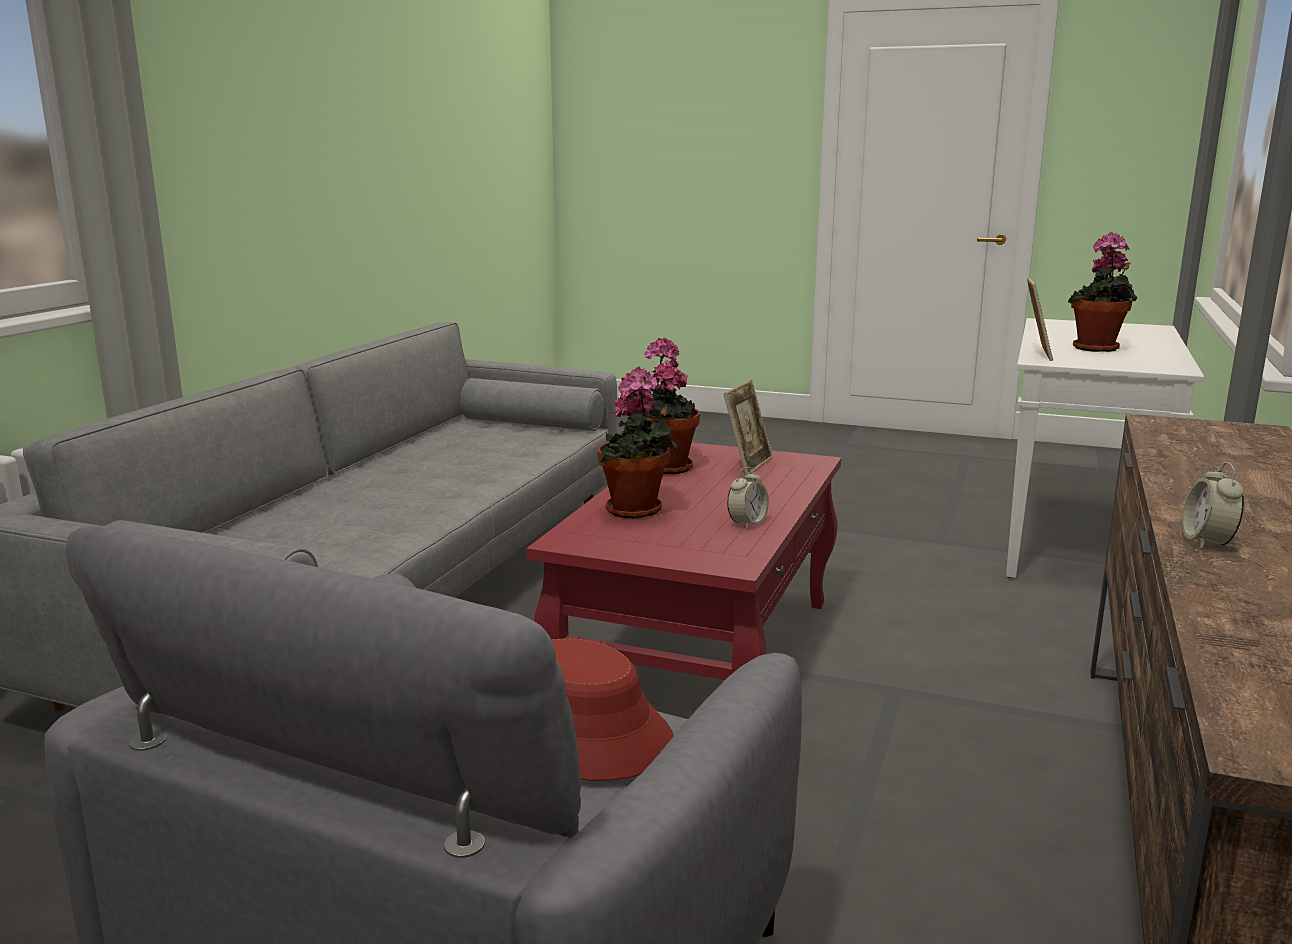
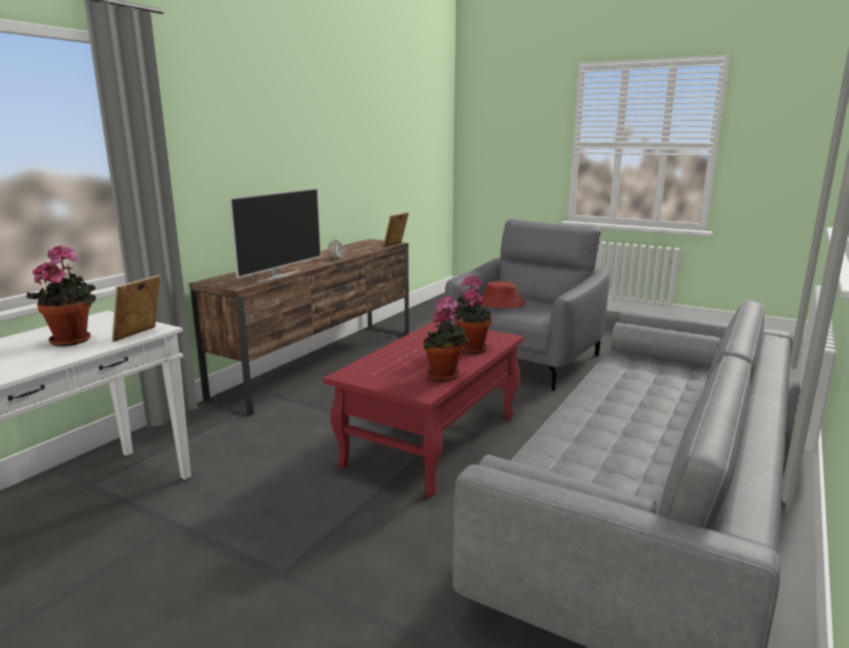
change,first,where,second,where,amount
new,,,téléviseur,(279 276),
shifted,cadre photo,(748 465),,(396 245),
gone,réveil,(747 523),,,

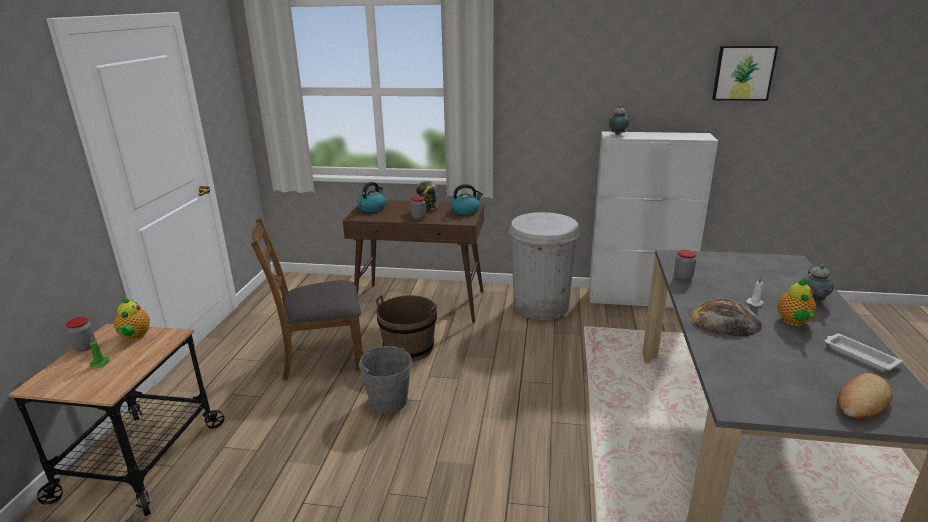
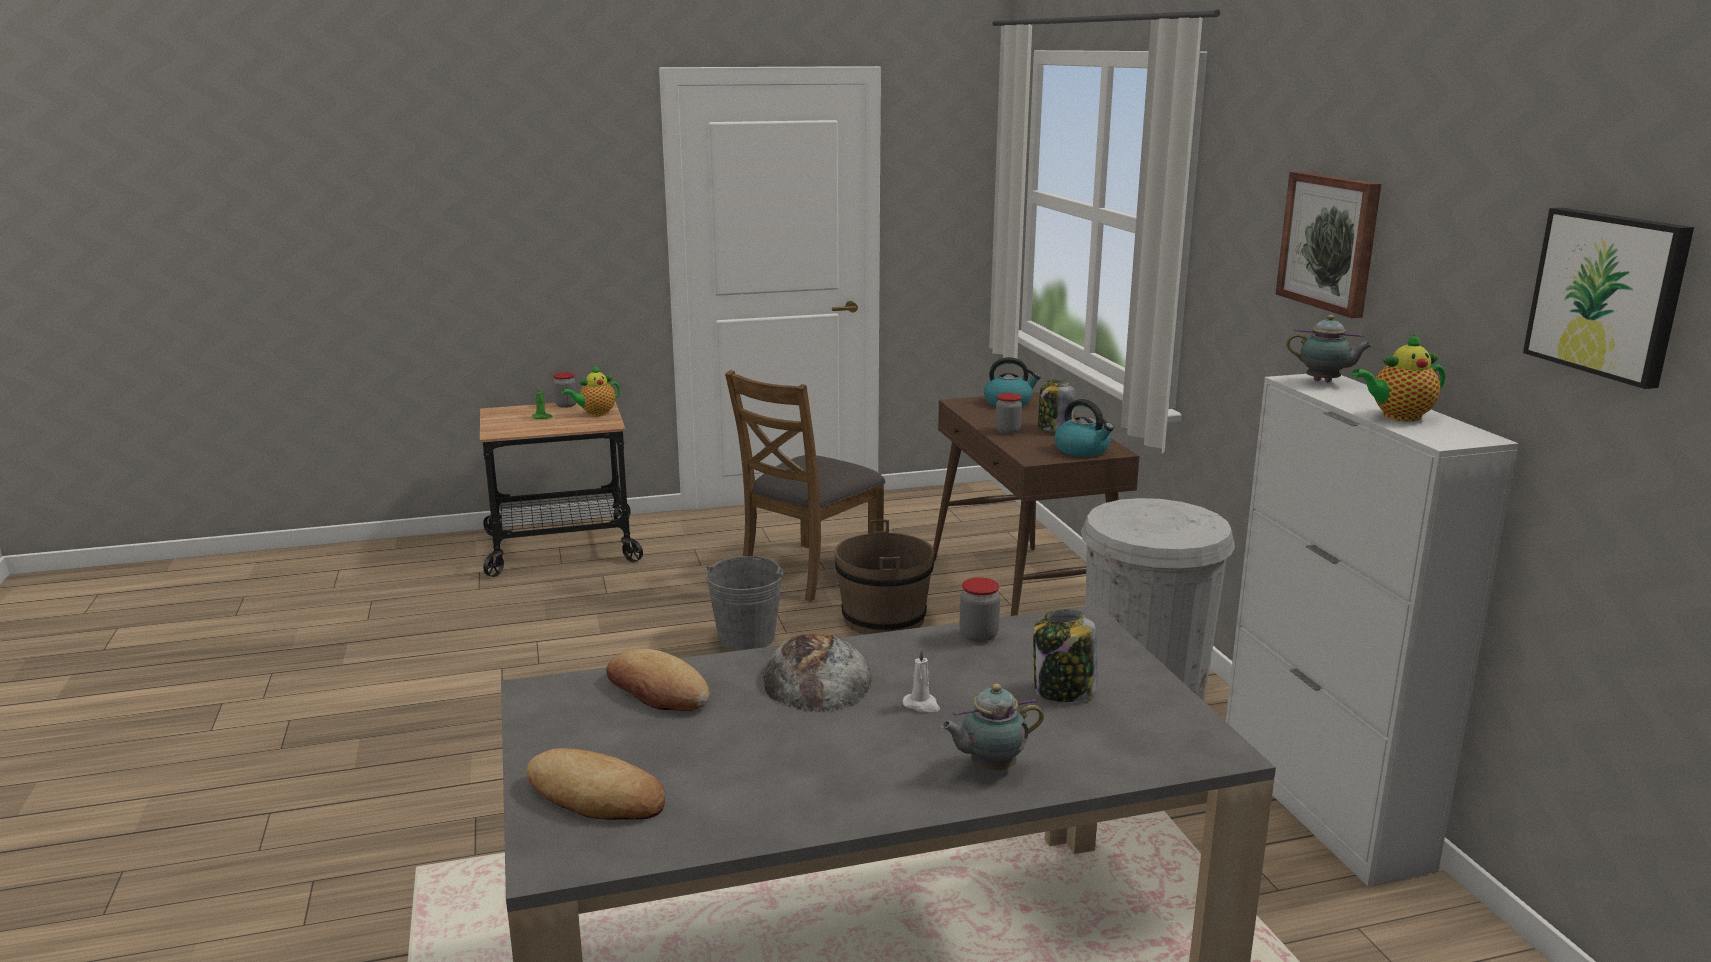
change,first,where,second,where,amount
new,,,pain,(658 691),
rotated,chaise/marron,(321 357),,(809 571),105 degrees counterclockwise
new,,,bocal,(1063 691),
new,,,tableau,(1330 242),
shifted,théière,(794 322),,(1397 416),
gone,plateau/blanc,(859 355),,,

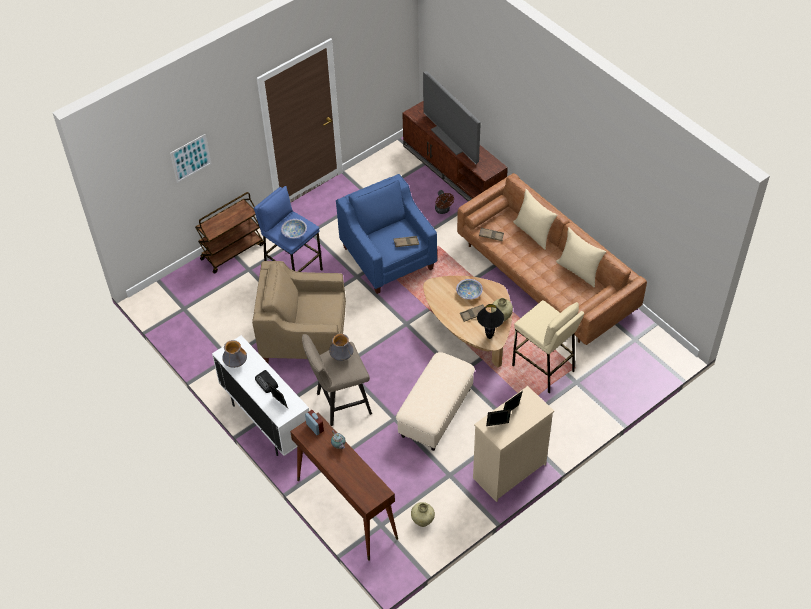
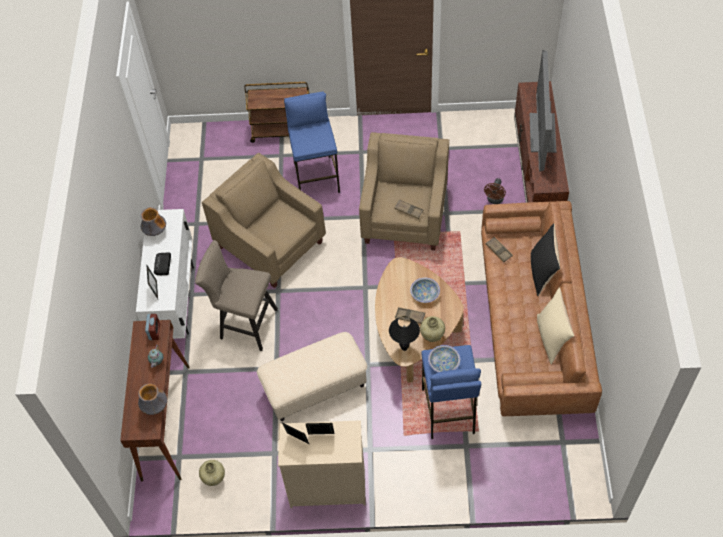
change,first,where,second,where,amount
shifted,vase,(341 357),,(155 407),
repainted,fauteuil/bleu,(388 258),fauteuil/beige,(405 215),
repainted,tabouret/beige,(543 368),tabouret/bleu,(448 411),
shifted,bol,(294 233),,(444 363),
repainted,coussin/beige,(533 232),coussin/noir,(542 272),
gone,tableau,(190 158),,,

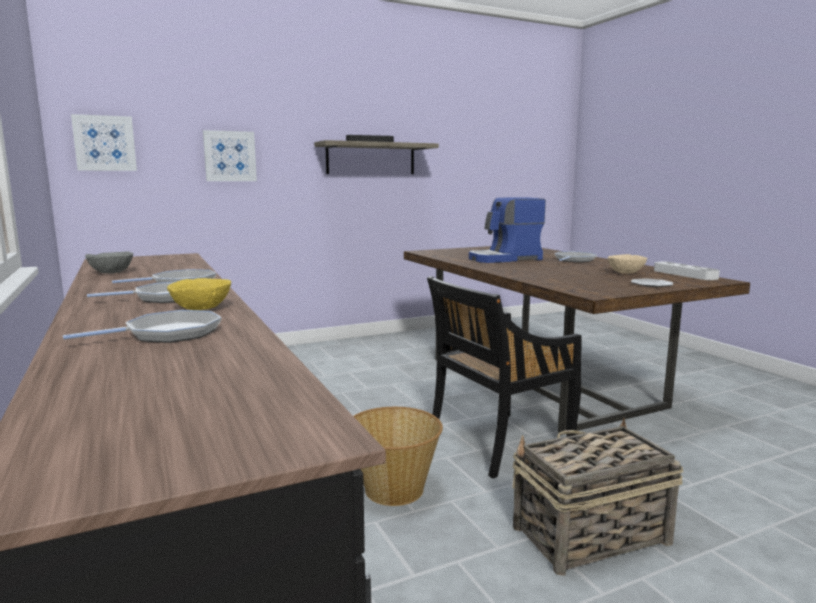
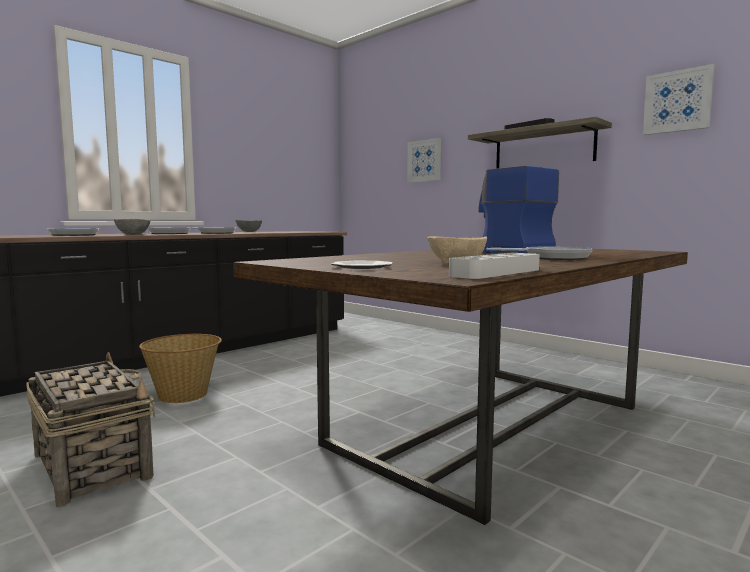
change,first,where,second,where,amount
repainted,bol/jaune,(202 309),bol/gris,(132 234),
shifted,tableau,(105 143),,(677 101),
gone,chaise/noir,(497 443),,,

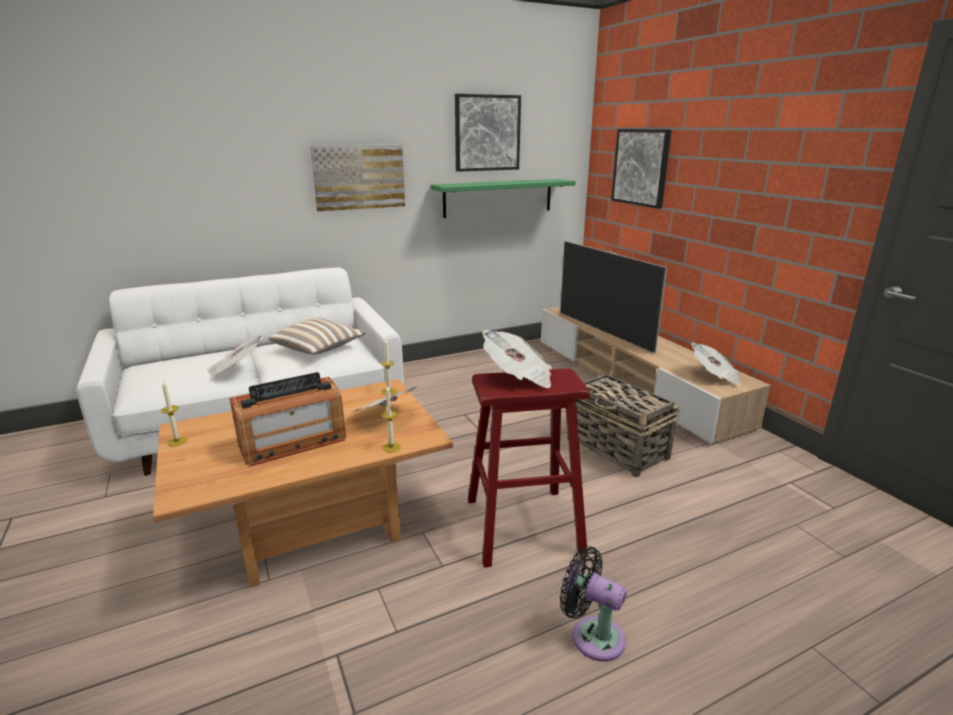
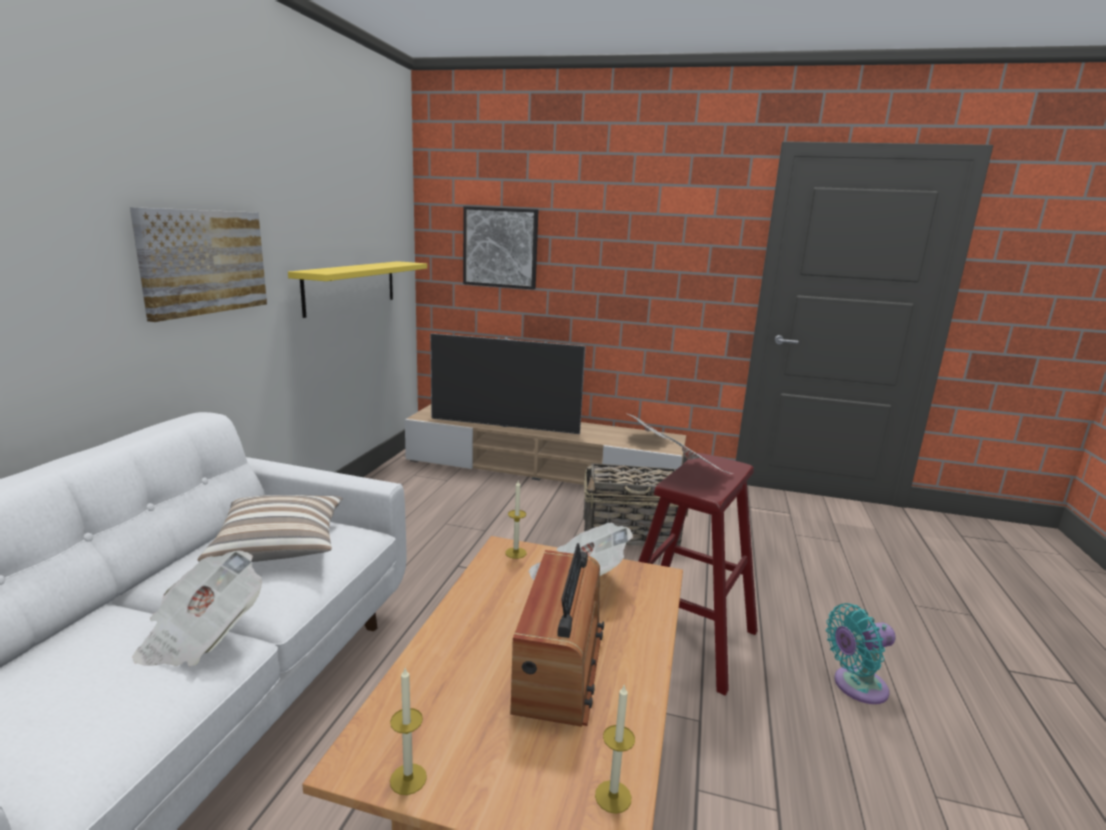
change,first,where,second,where,amount
repainted,étagère/vert,(498 197),étagère/jaune,(351 286),
shifted,bougie,(391 447),,(613 796),
repainted,ventilateur/noir,(592 635),ventilateur/turquoise,(855 686),
gone,tableau,(487 133),,,

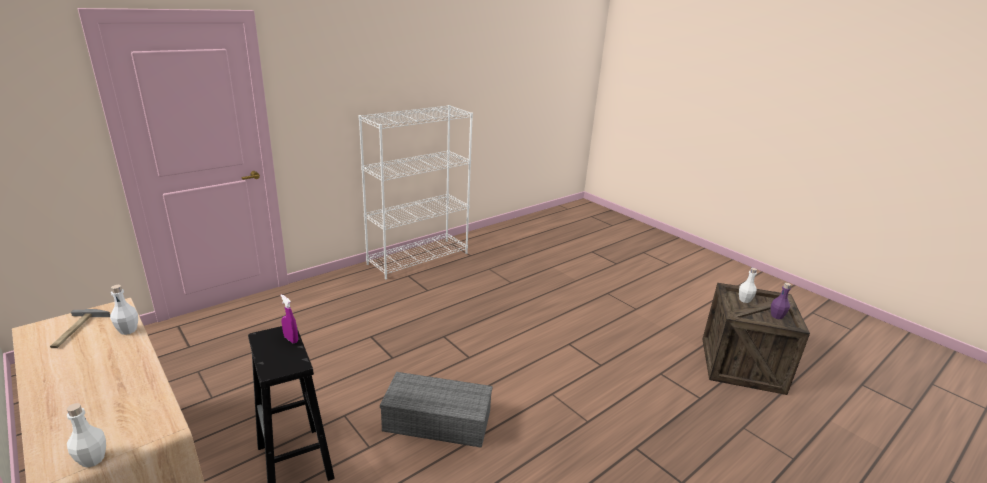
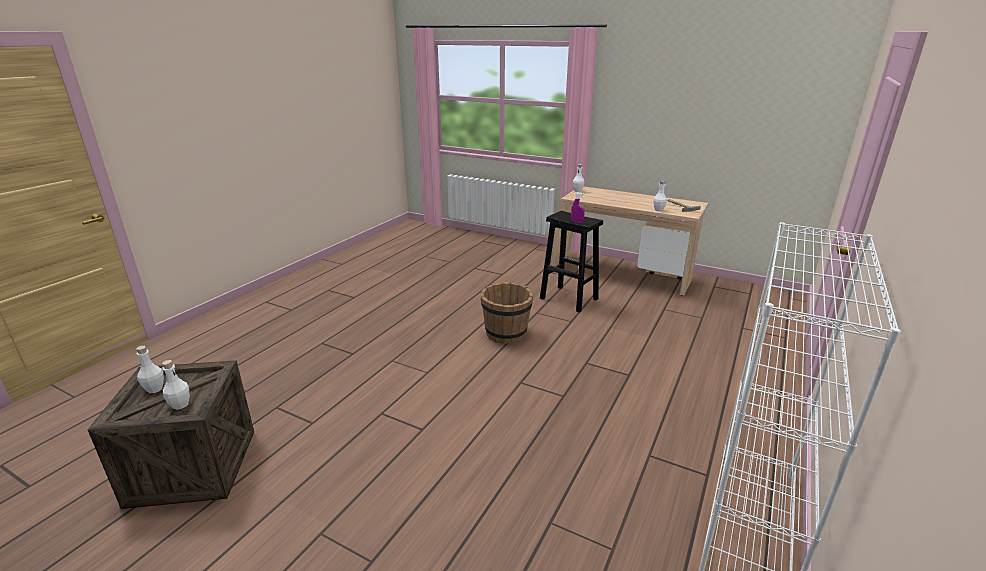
change,first,where,second,where,amount
repainted,bouteille/violet,(776 316),bouteille/blanc,(155 389),
swapped,boîte de rangement/gris,(439 420),seau/marron,(506 334),

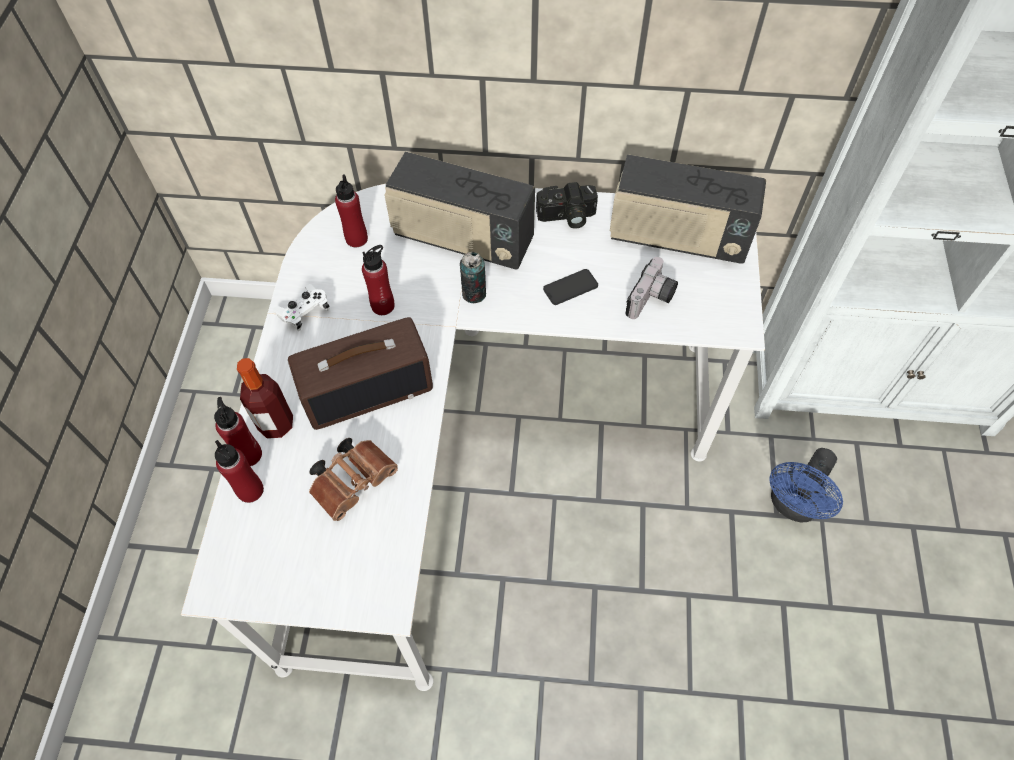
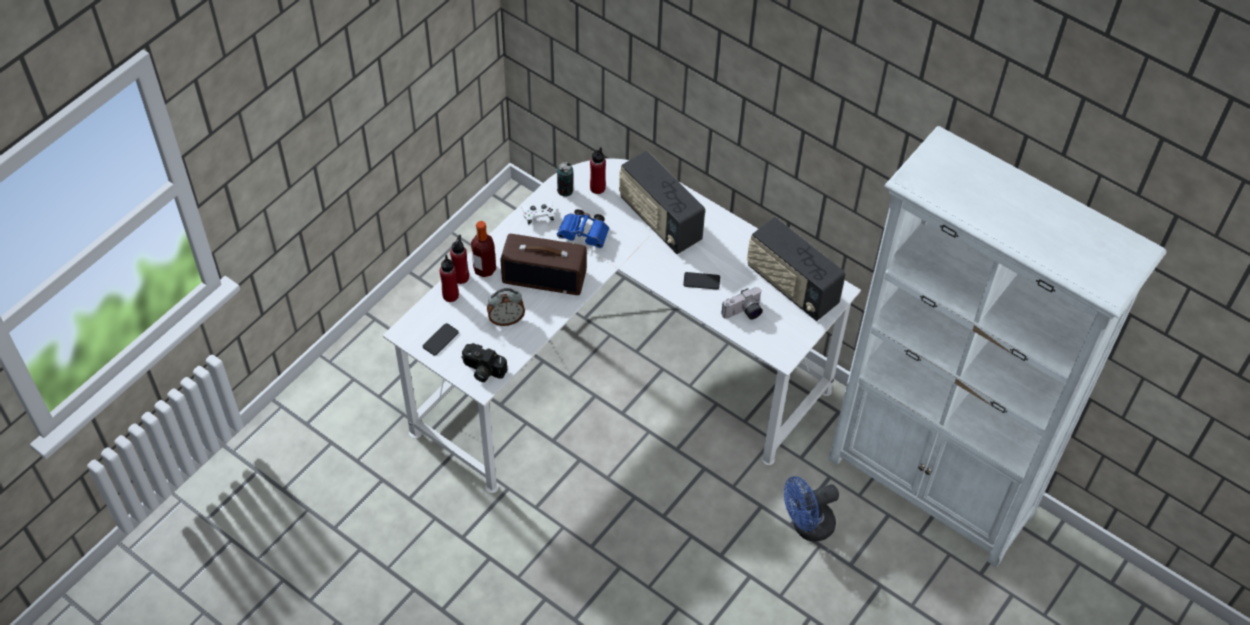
change,first,where,second,where,amount
new,,,téléphone,(440 339),
shifted,appareil photo,(566 217),,(482 370),
swapped,jumelles/marron,(355 481),réveil,(506 319),
shifted,boîte métallique,(474 294),,(565 190),
swapped,bouteille/rouge,(383 305),jumelles/bleu,(585 235),

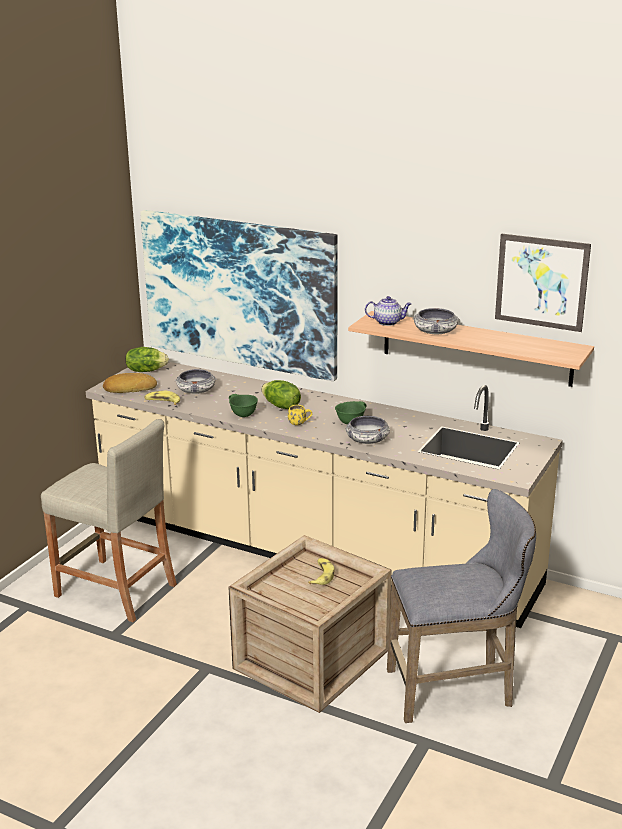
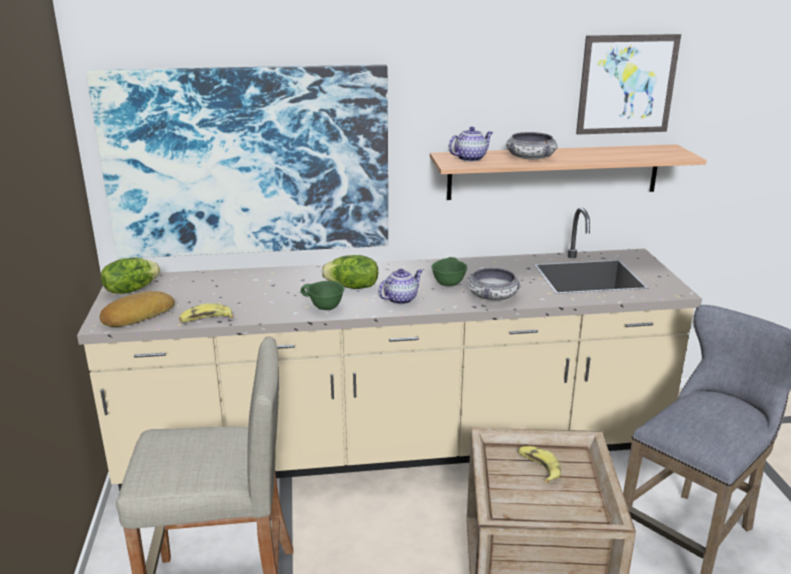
change,first,where,second,where,amount
swapped,mug/jaune,(300 423),théière,(401 299),
gone,bol,(196 390),,,

